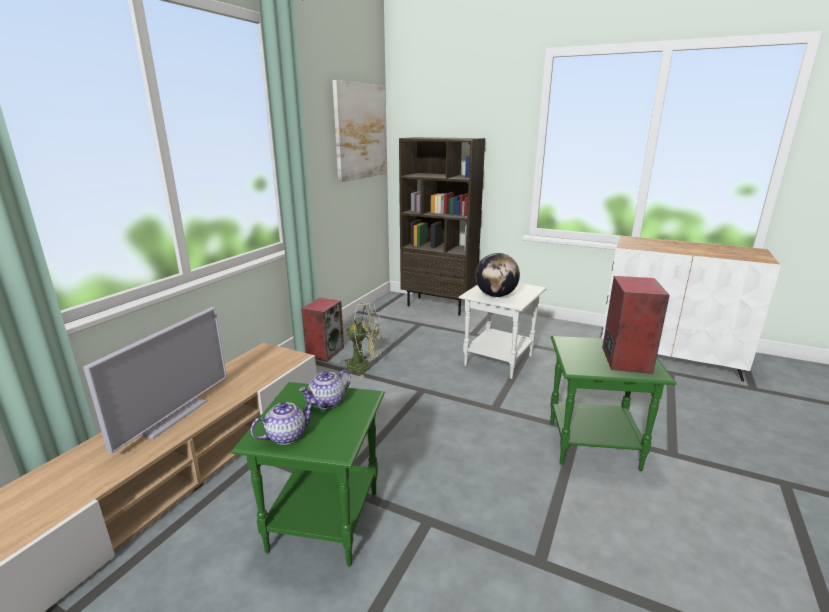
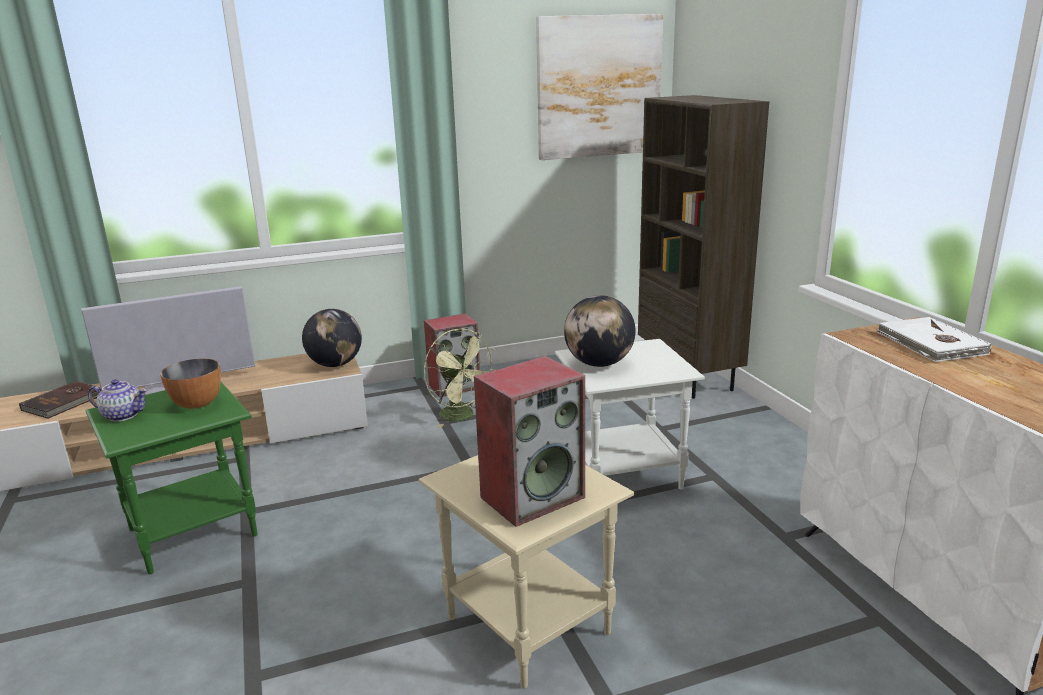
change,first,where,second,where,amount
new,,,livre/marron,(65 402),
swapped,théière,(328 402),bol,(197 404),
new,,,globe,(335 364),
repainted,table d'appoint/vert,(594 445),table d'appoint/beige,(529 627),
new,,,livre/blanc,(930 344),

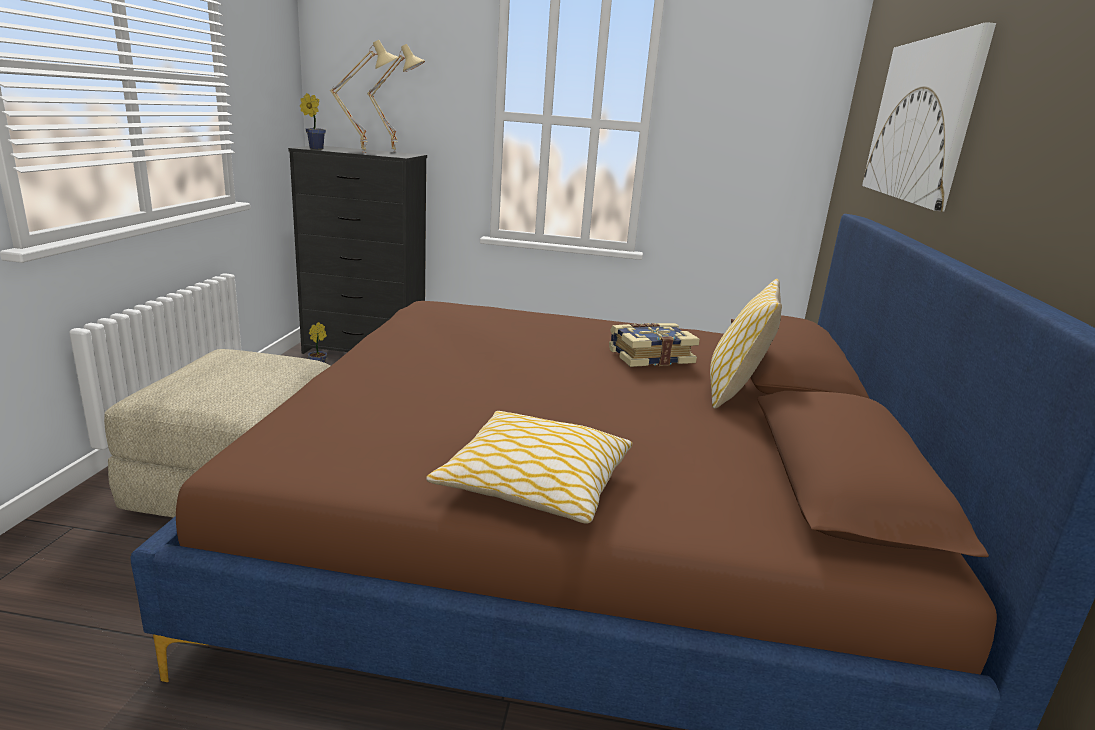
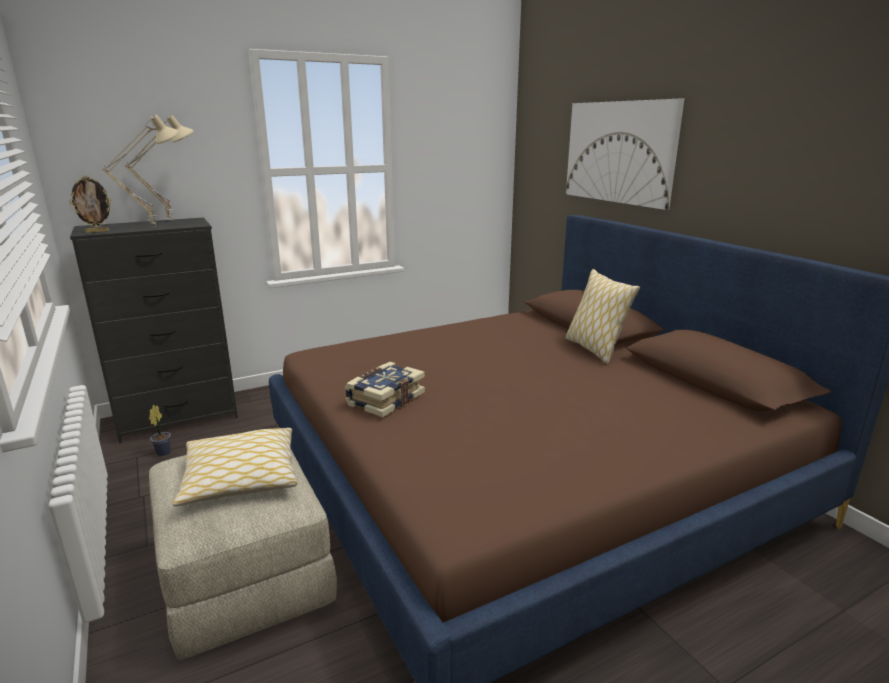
change,first,where,second,where,amount
swapped,plante en pot,(314 148),cadre photo,(97 232),
shifted,coussin,(534 484),,(241 478),
shifted,livre,(650 356),,(384 399),

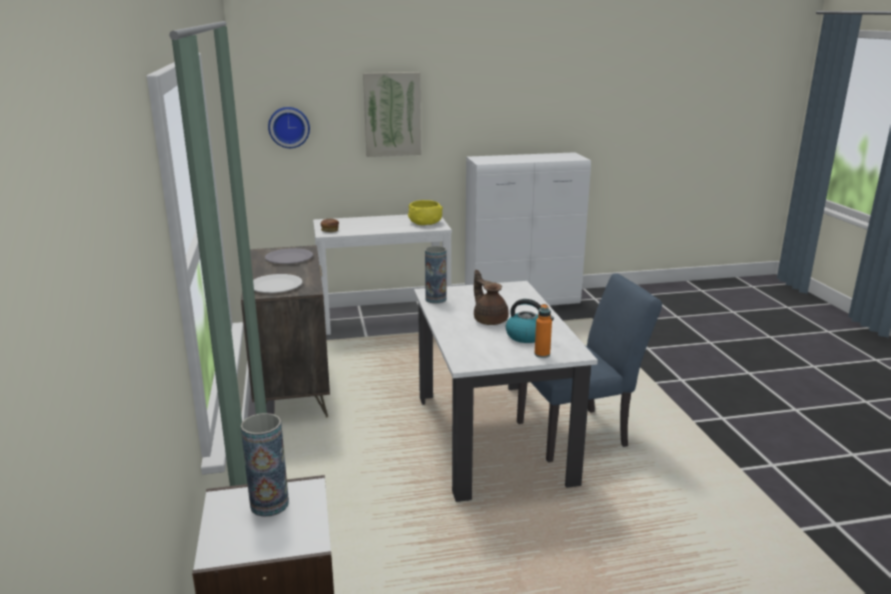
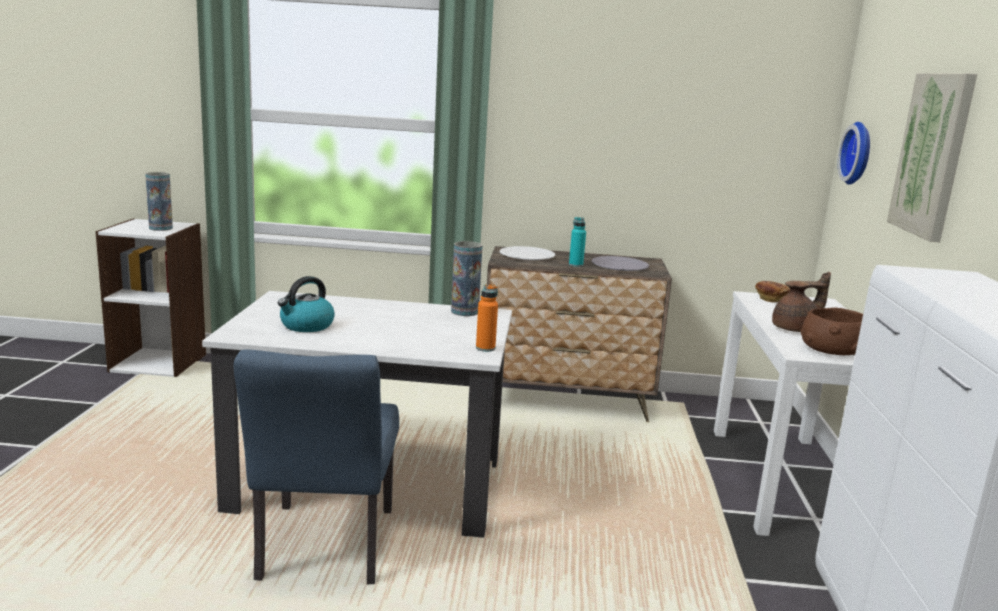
change,first,where,second,where,amount
shifted,bouteille/orange,(542 354),,(485 348),
new,,,bouteille/turquoise,(576 265),
shifted,théière/marron,(489 320),,(796 329),
repainted,bol/jaune,(425 222),bol/marron,(833 350),

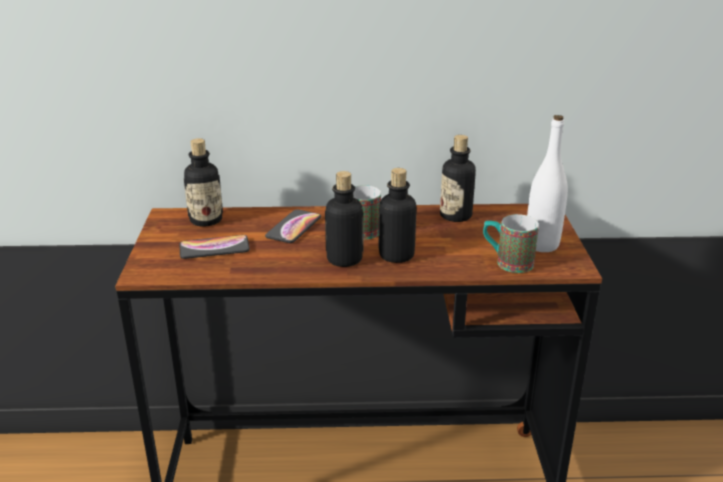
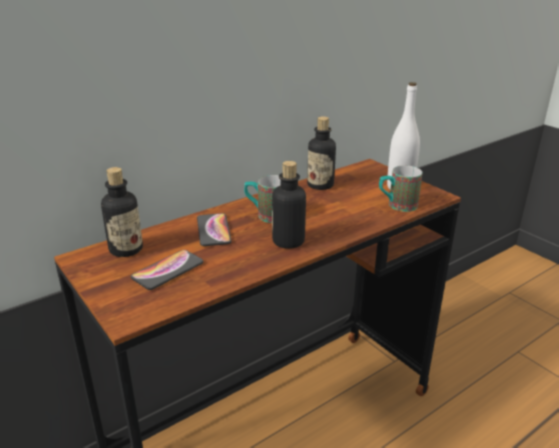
change,first,where,second,where,amount
gone,bouteille,(396 255),,,

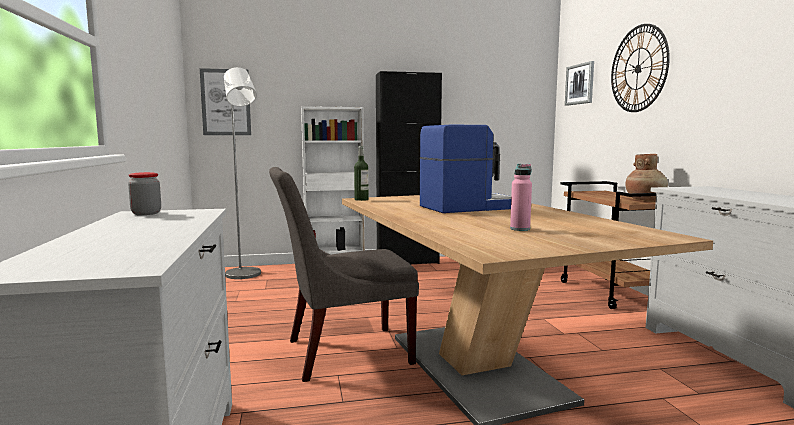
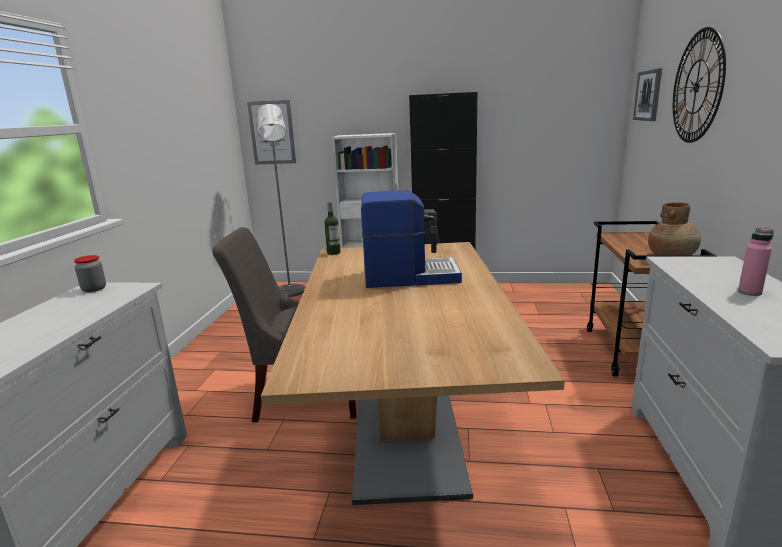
change,first,where,second,where,amount
shifted,bouteille/rose,(520 229),,(749 292),

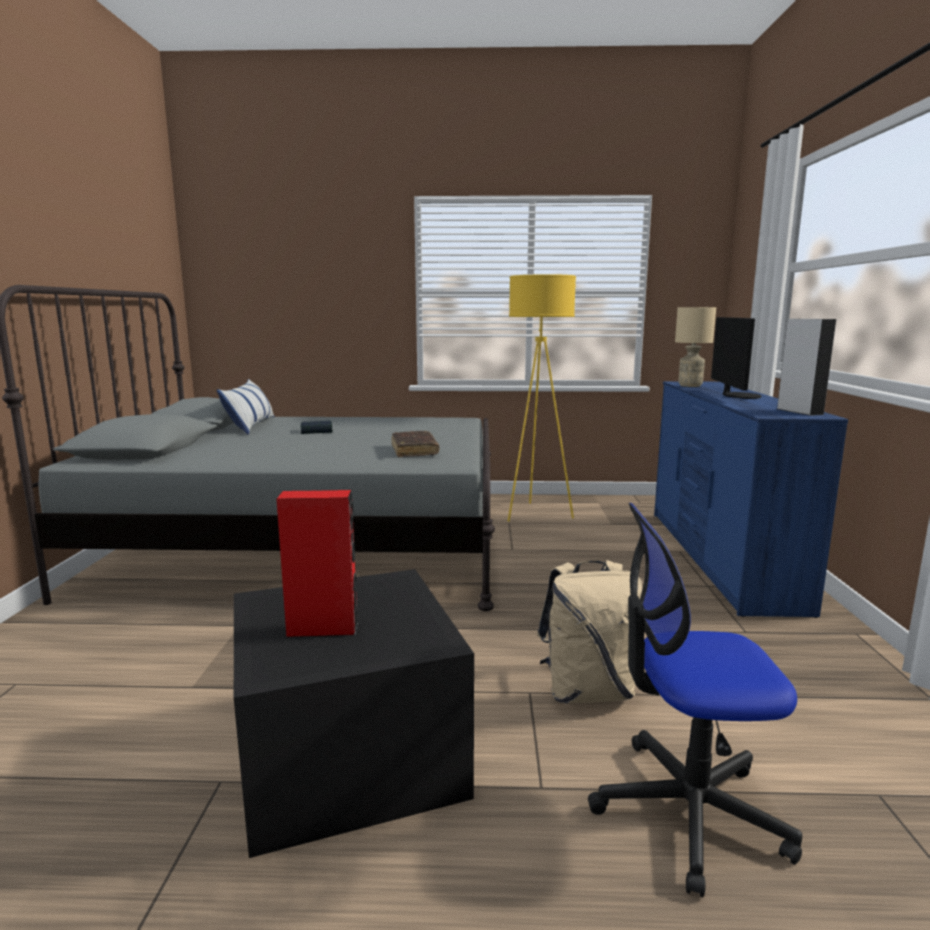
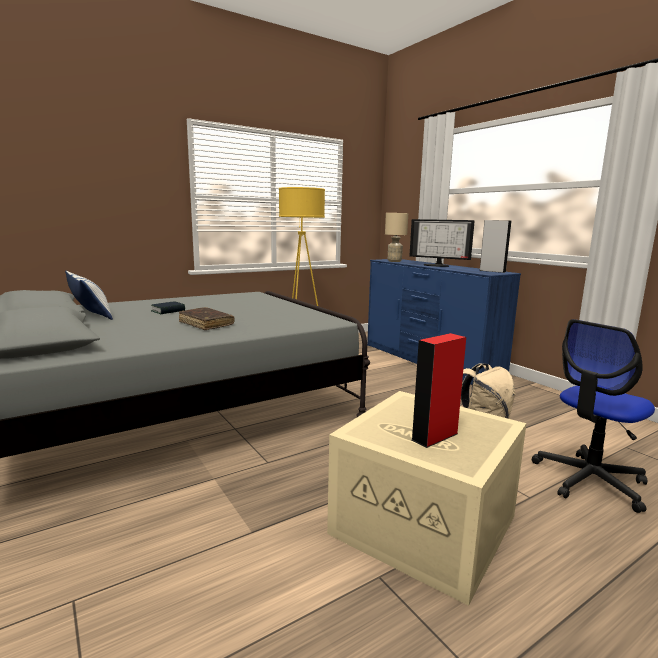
change,first,where,second,where,amount
shifted,livre/marron,(414 451),,(206 324),
repainted,boîte de rangement/noir,(352 756),boîte de rangement/beige,(427 524),
rotated,écran d'ordinateur,(737 396),,(437 265),150 degrees clockwise

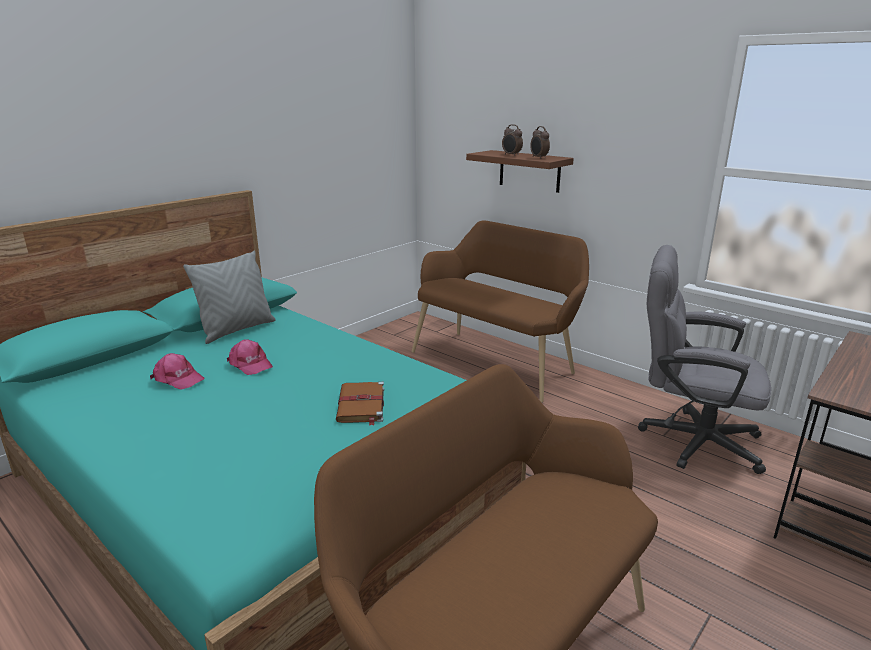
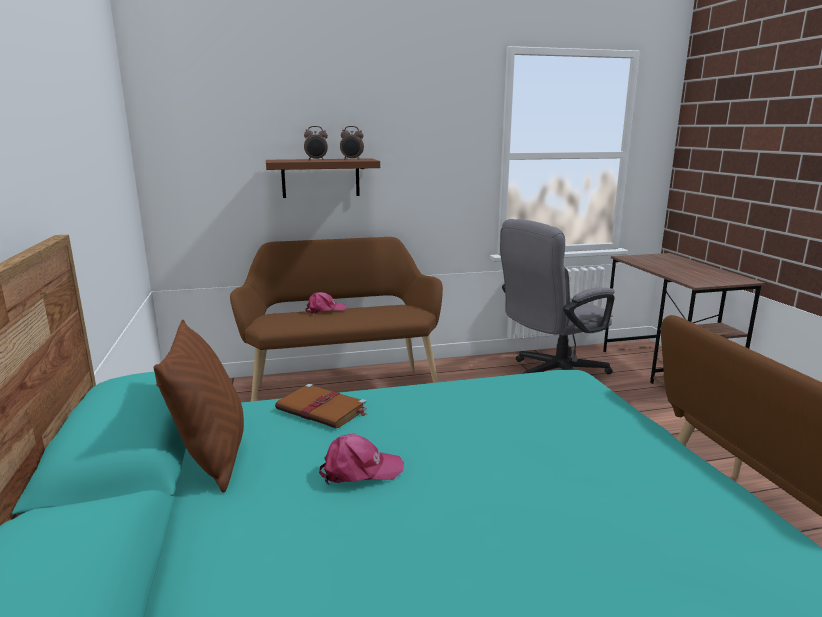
change,first,where,second,where,amount
repainted,coussin/gris,(237 330),coussin/marron,(213 456),
shifted,livre/marron,(361 405),,(323 410),
shifted,casquette/rose,(178 379),,(325 309),

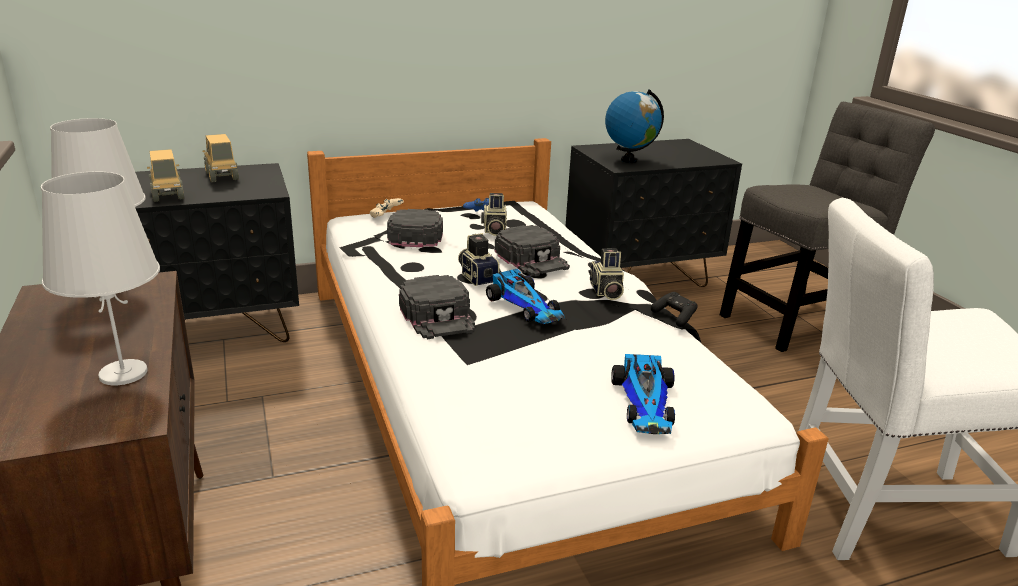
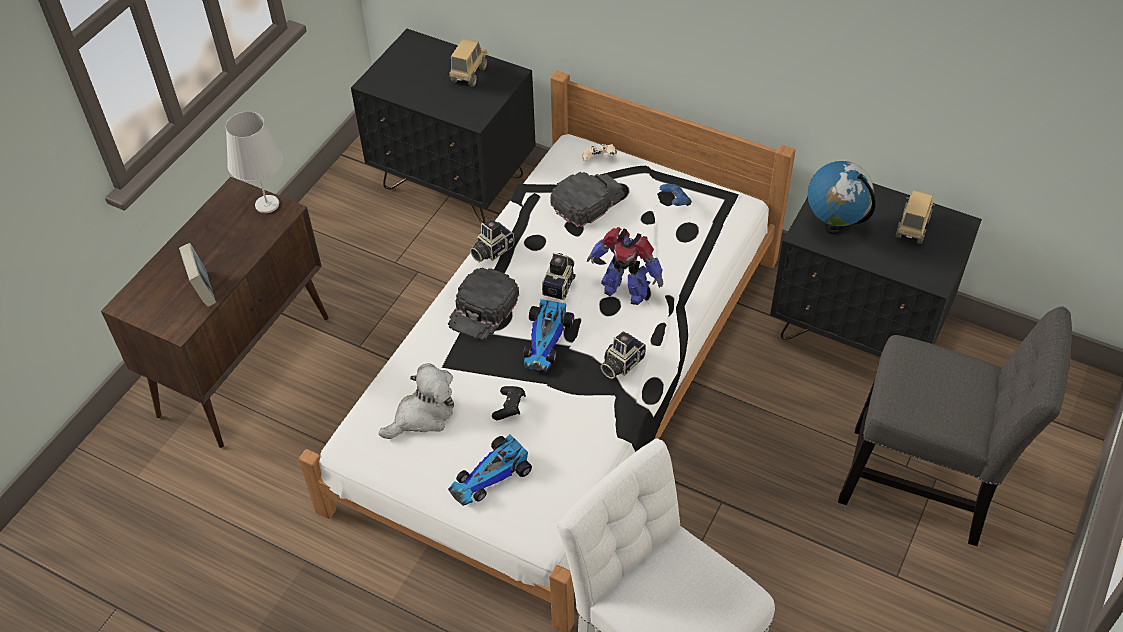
change,first,where,second,where,amount
swapped,lampe de table/blanc,(124 373),livre,(203 290),
new,,,peluche,(423 415),
shifted,appareil photo,(493 230),,(491 250),
shifted,manette/noir,(674 316),,(509 407),
swapped,casquette/noir,(532 258),robot jouet,(625 290),
shifted,camion jouet,(168 195),,(912 228),

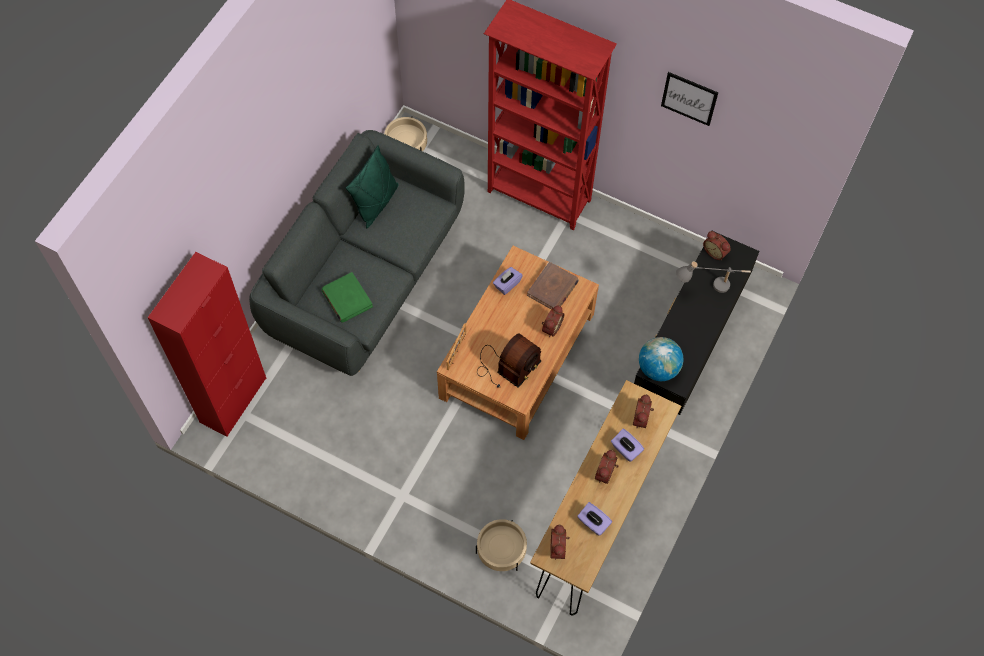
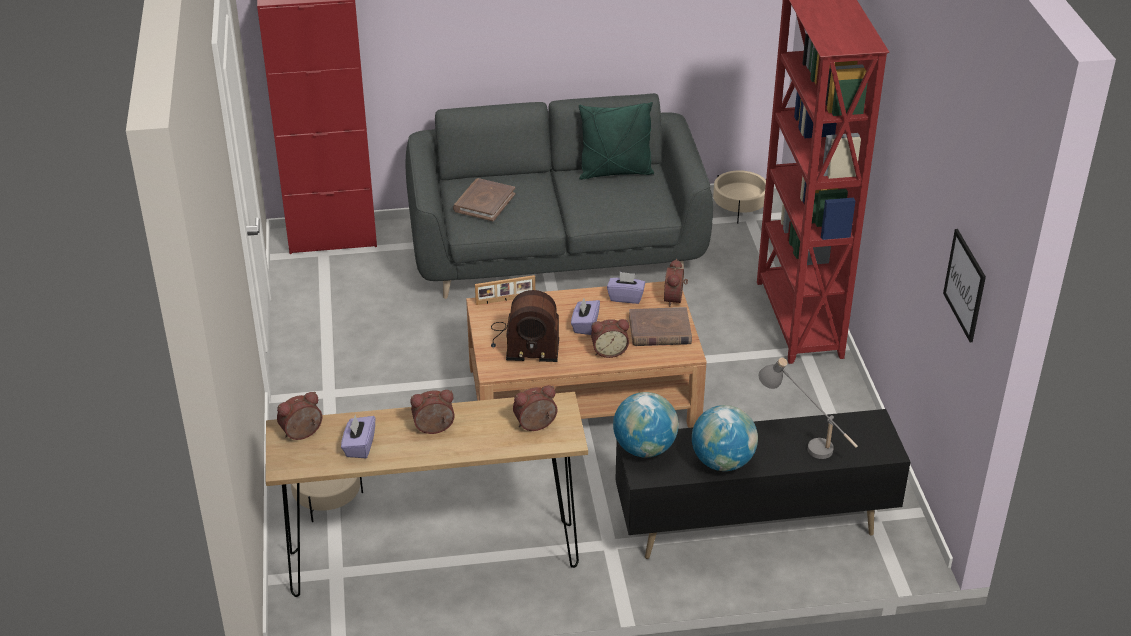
change,first,where,second,where,amount
repainted,livre/vert,(347 299),livre/marron,(484 202),
shifted,boîte à mouchoirs/violet,(625 449),,(585 325),
shifted,réveil,(715 251),,(675 299),
new,,,globe,(722 462),
shifted,tableau,(689 98),,(965 285),

